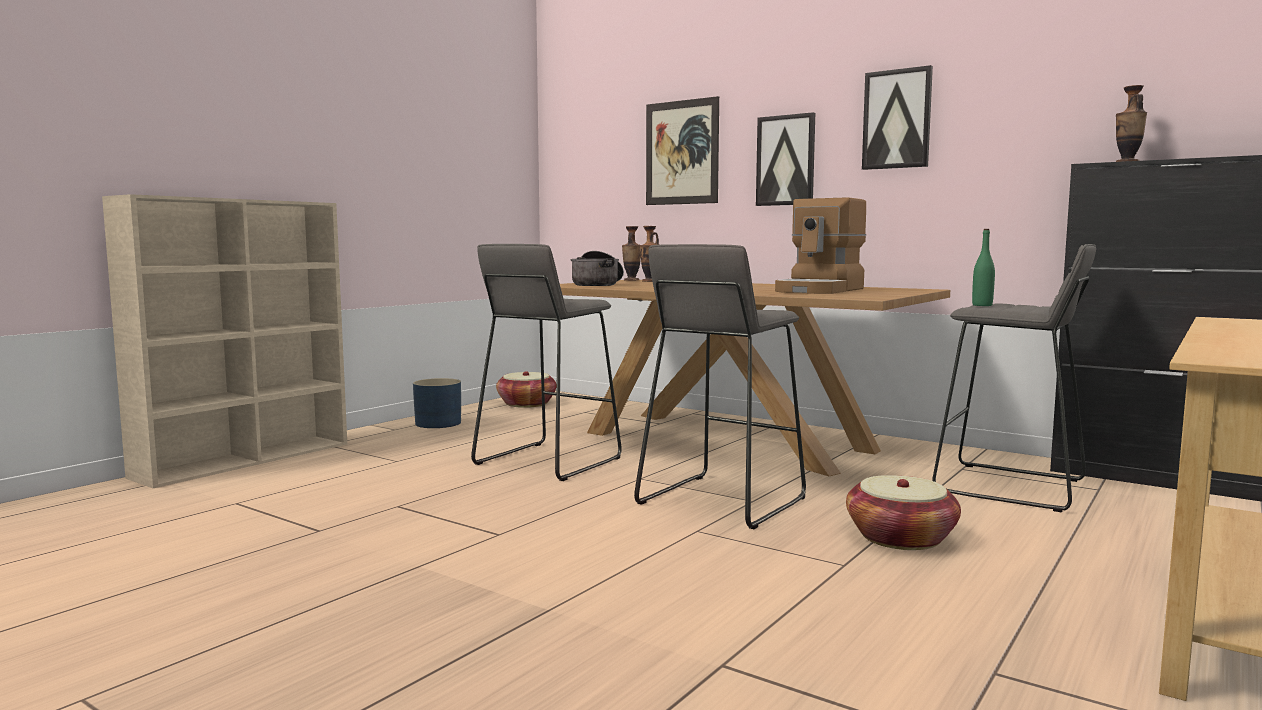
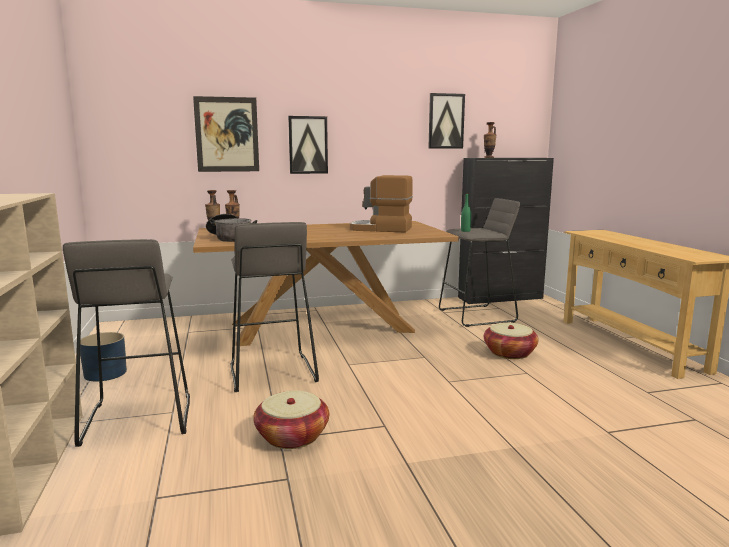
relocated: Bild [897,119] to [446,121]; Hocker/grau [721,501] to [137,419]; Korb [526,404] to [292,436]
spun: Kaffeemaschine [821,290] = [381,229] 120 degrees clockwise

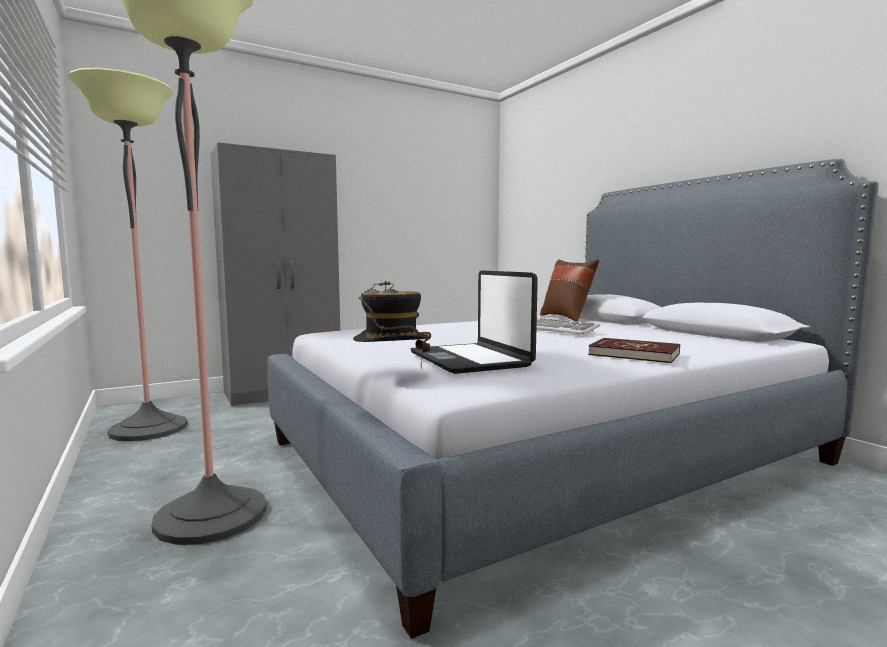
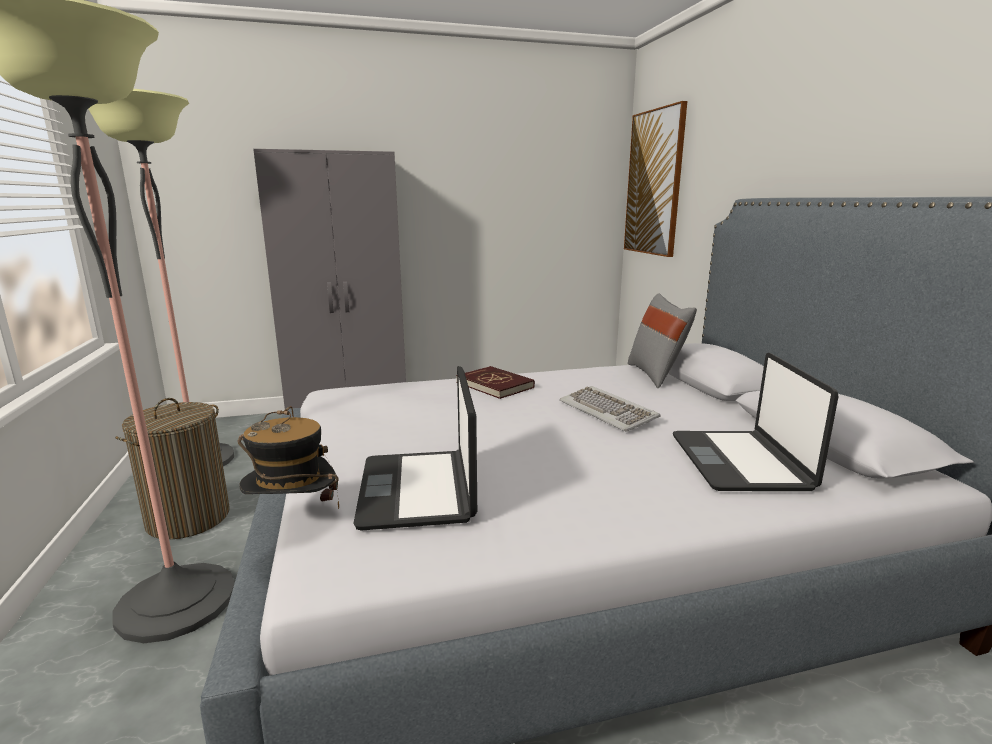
appeared: Bild [654,183]; Laptop [740,462]; Wäschekorb [188,518]
relocated: Buch/rot [634,354] to [495,385]
colour: Kissen/braun [567,318] to Kissen/grau [656,375]

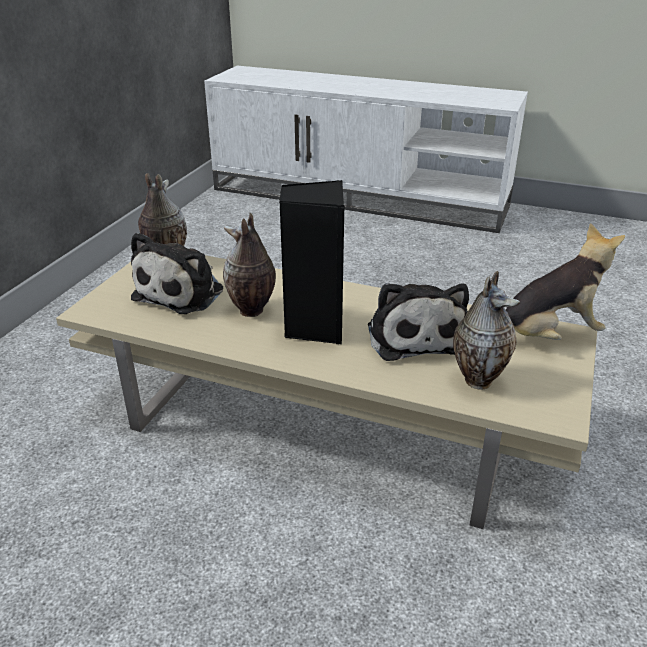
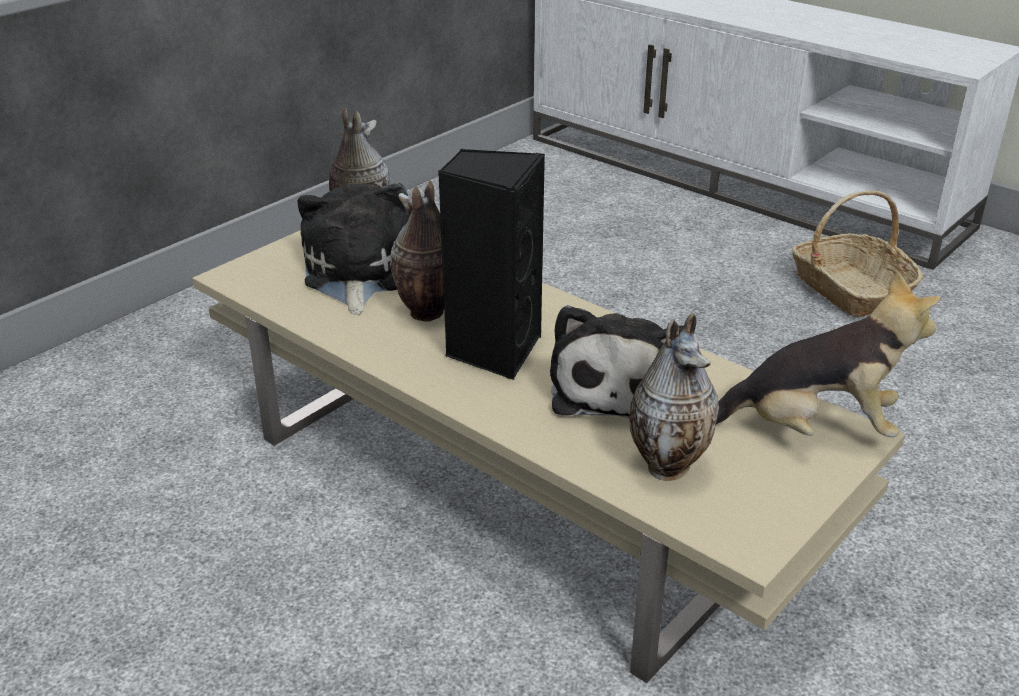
appeared: Korb [849,289]
spun: Plüschtier [183,292] = [356,273] 135 degrees clockwise

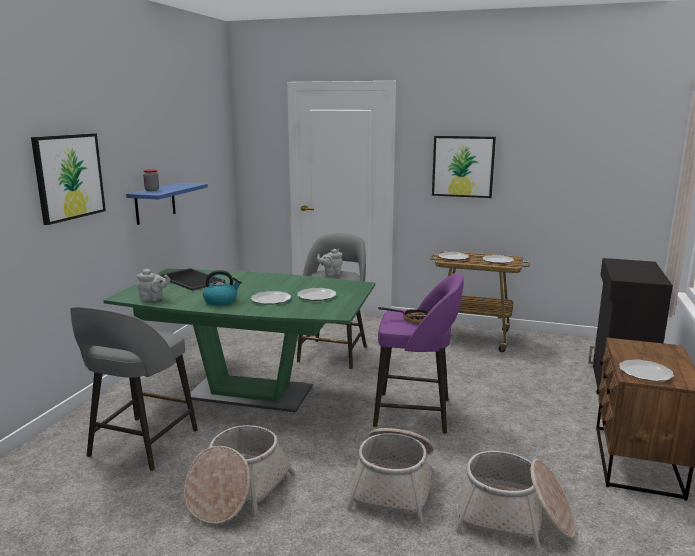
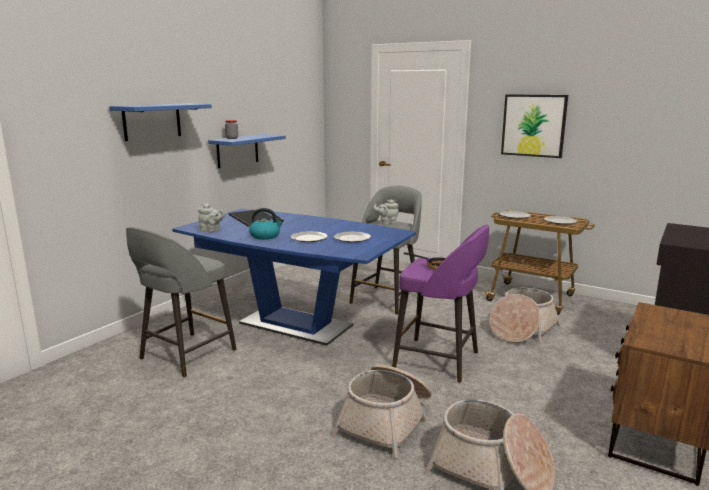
missing: Teller [645,372]
relocated: Korb [237,491] to [522,329]
exchanged: Bild [69,177] to Wandregal/blau [152,121]
colour: Esstisch/grün [250,393] to Esstisch/blau [296,325]

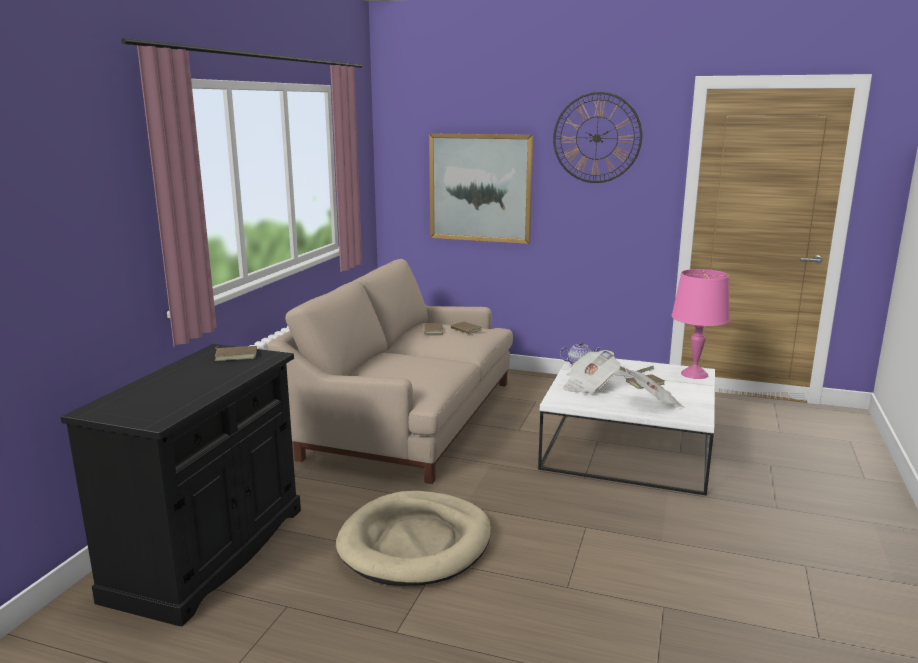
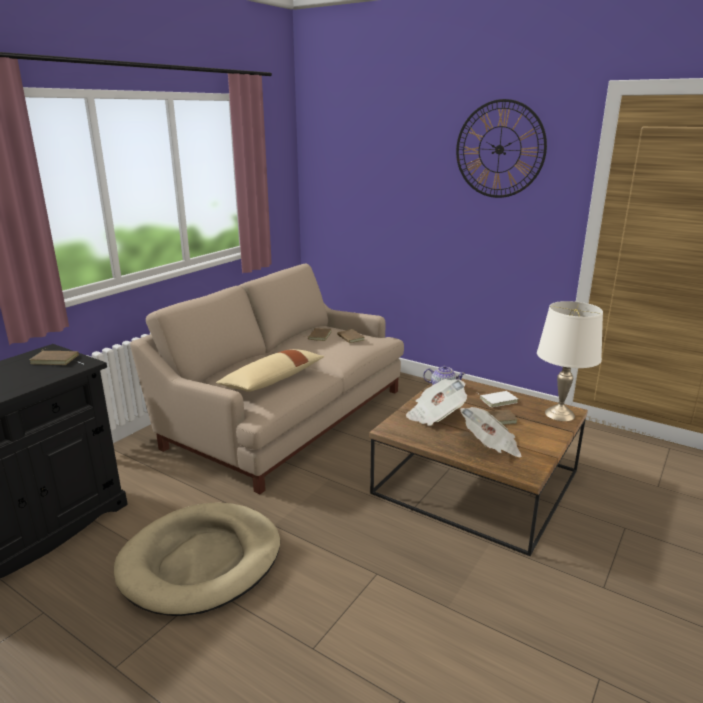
missing: Bild [480,188]
appeared: Kissen/beige [273,380]
colour: Tischlampe/rosa [694,374] to Tischlampe/weiß [559,414]; Couchtisch/weiß [626,447] to Couchtisch/braun [475,480]

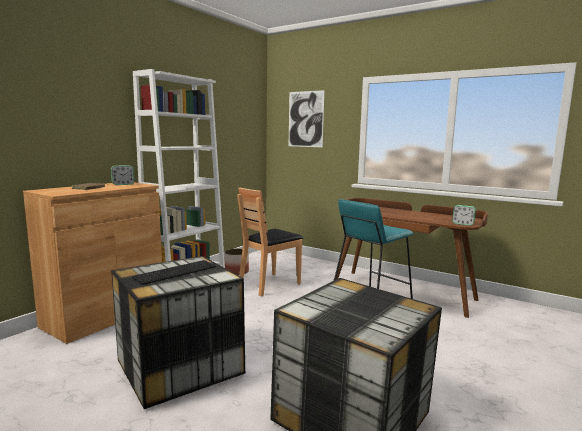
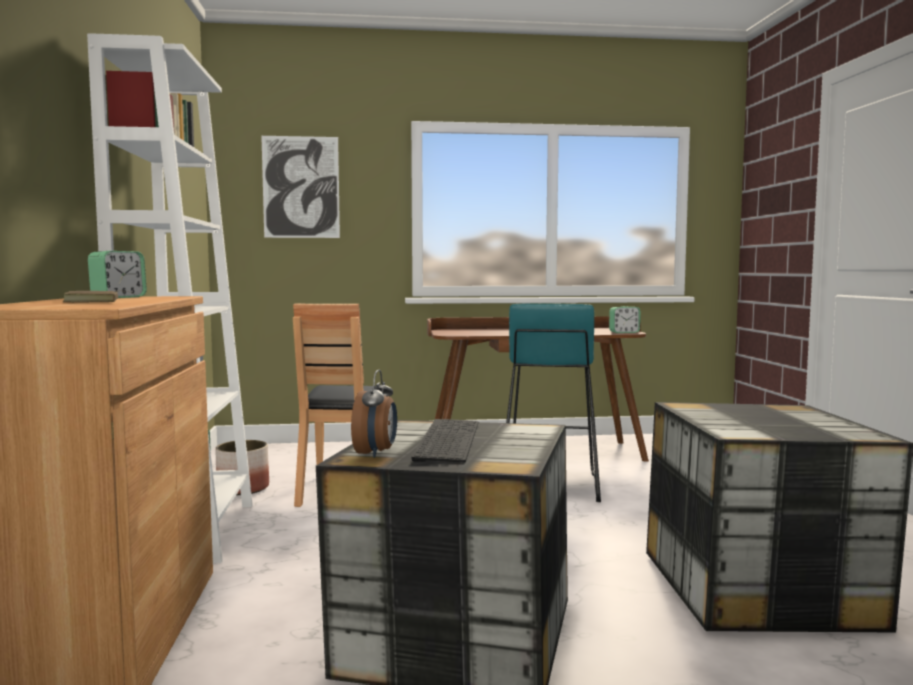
appeared: Wecker [376,453]

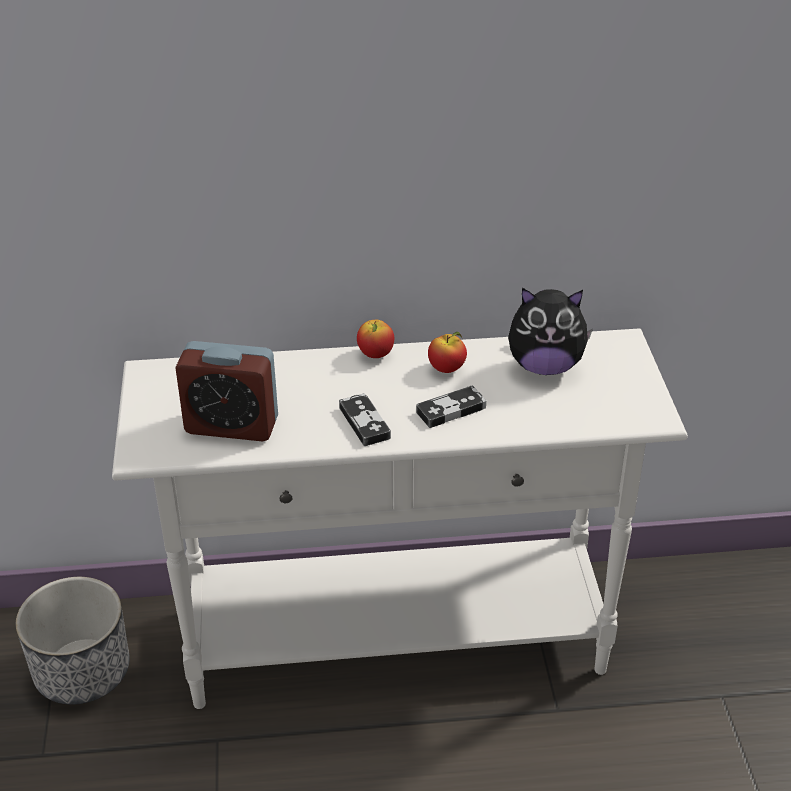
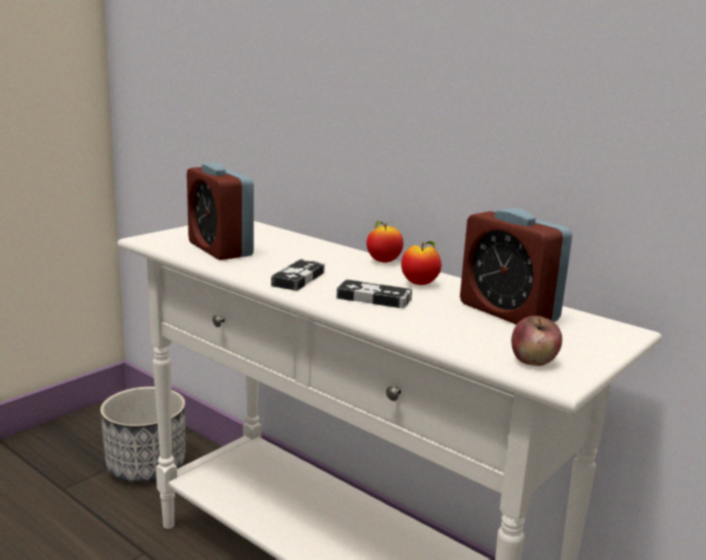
appeared: Apfel [533,361]
exchanged: Plüschtier [545,366] to Wecker [508,312]

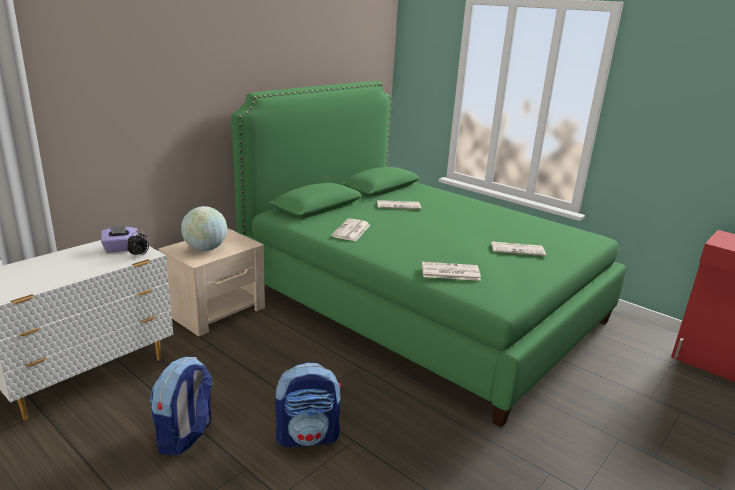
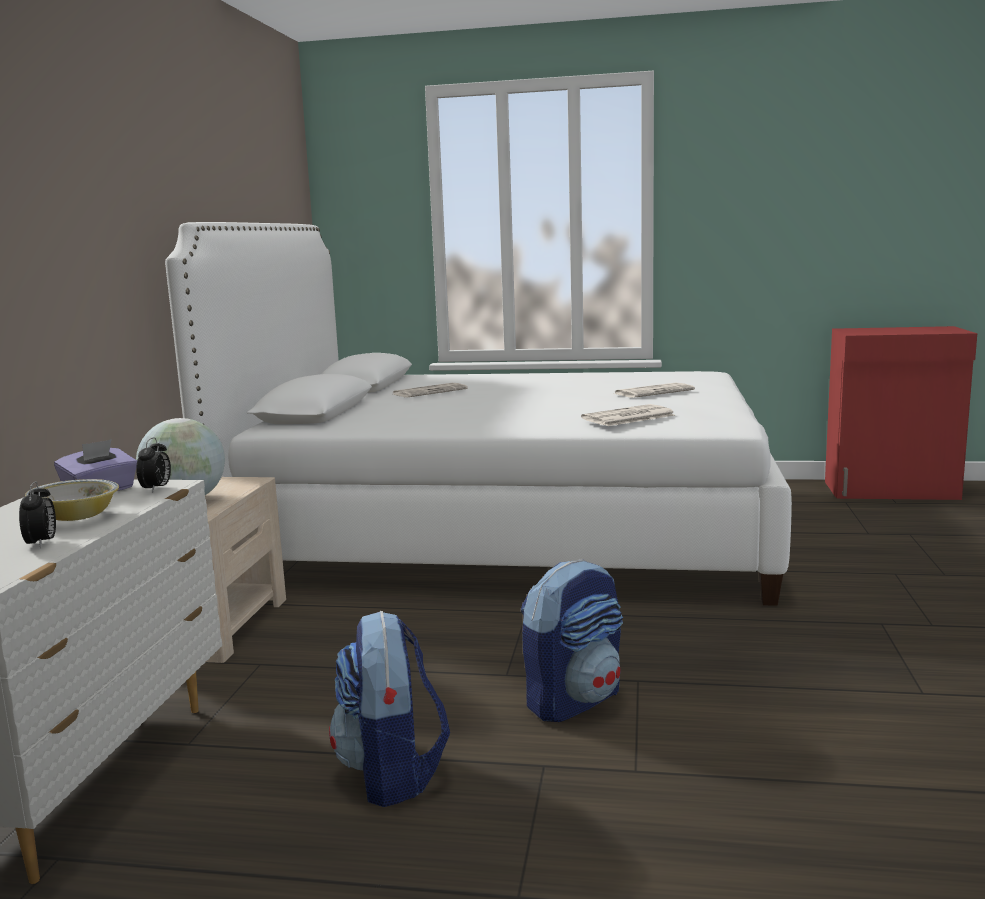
missing: Zeitung [351,231]
appeared: Schüssel [76,517]; Wecker [42,543]
colour: Bett/grün [419,304] to Bett/weiß [506,533]

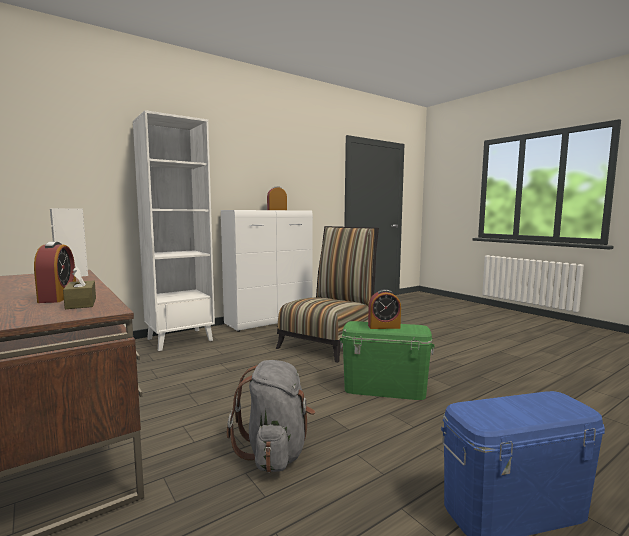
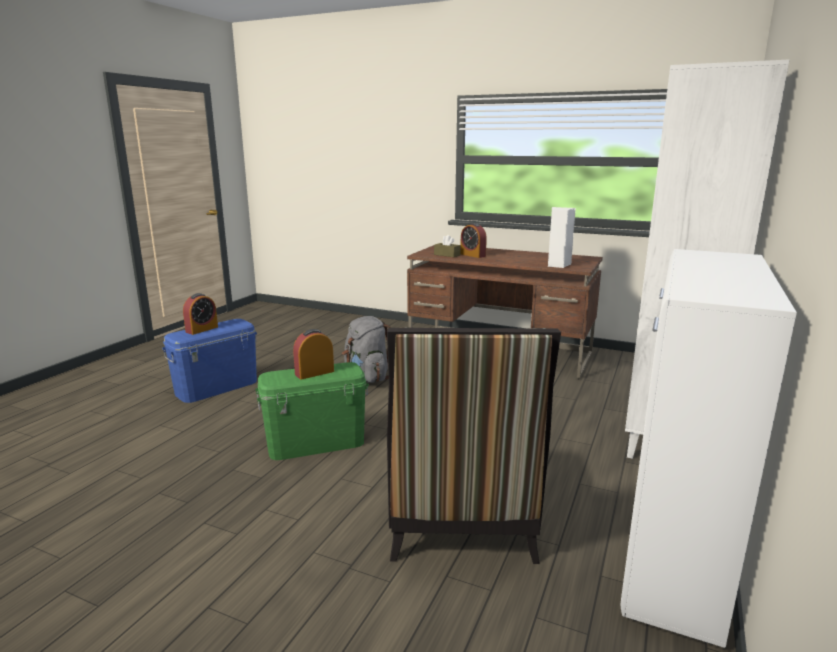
relocated: Wecker [277,210] to [202,329]

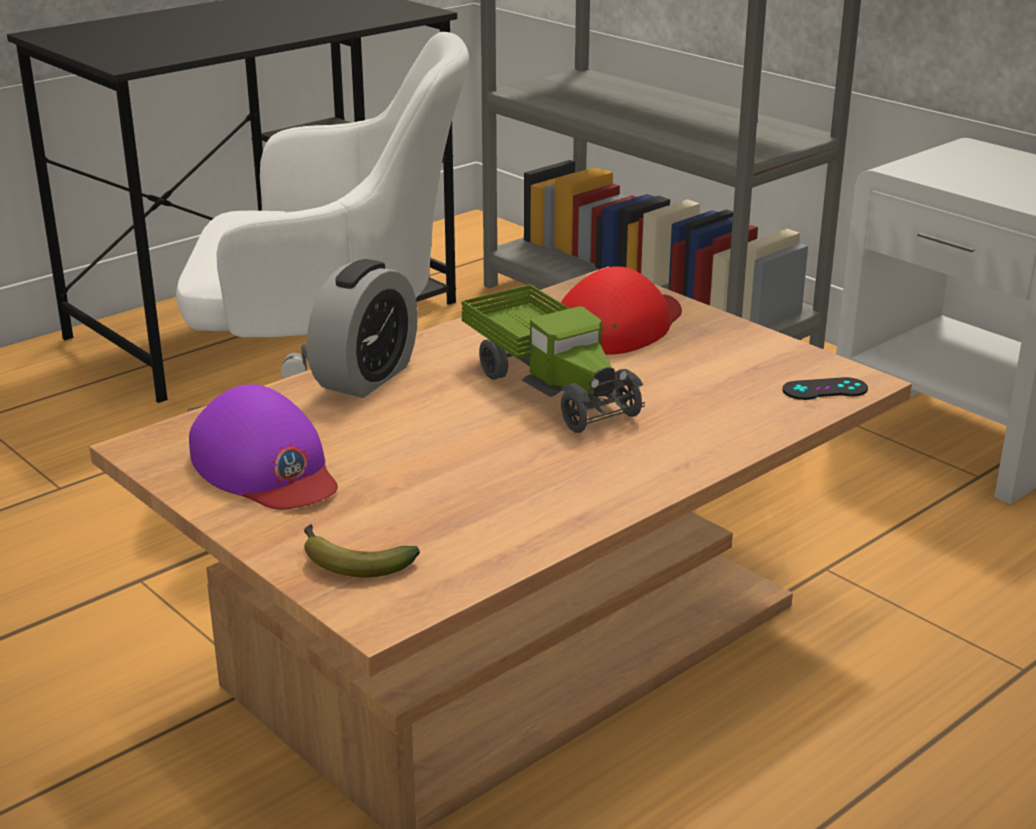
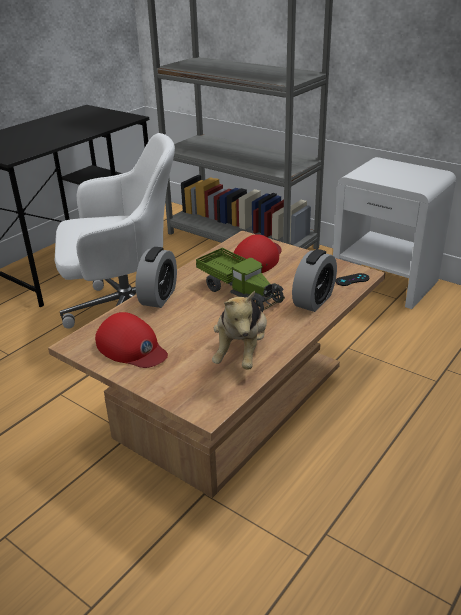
missing: Banane [350,561]
appeared: Wecker [313,301]; Plüschtier [241,352]
colour: Kappe/lila [266,467] to Kappe/rot [132,348]

